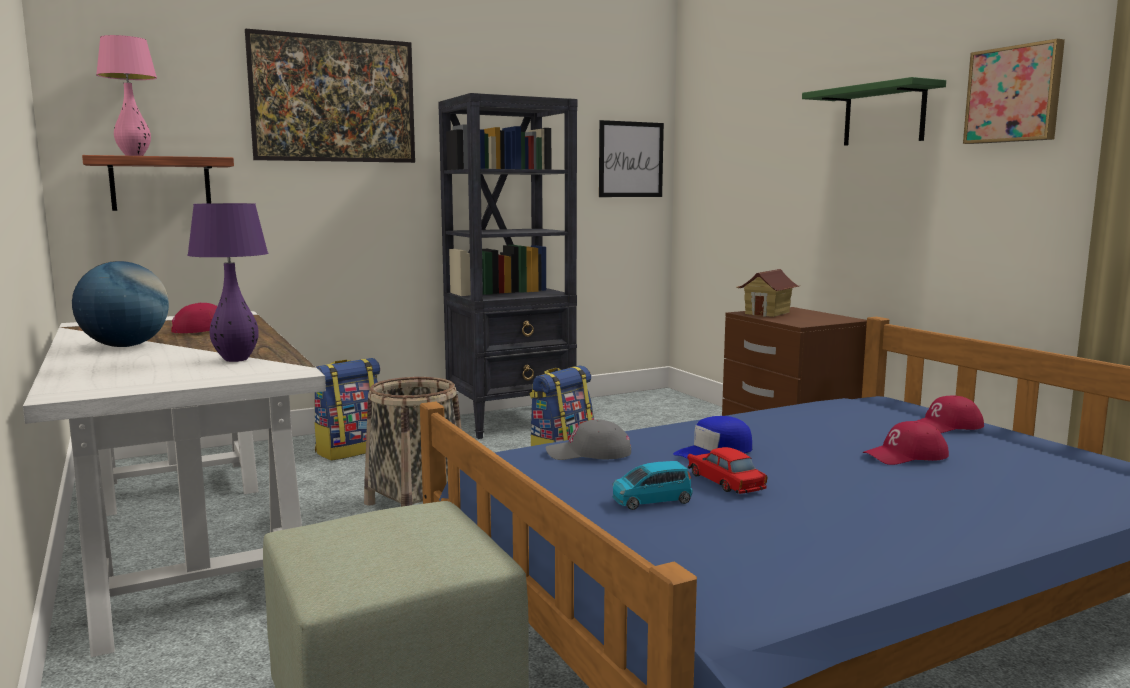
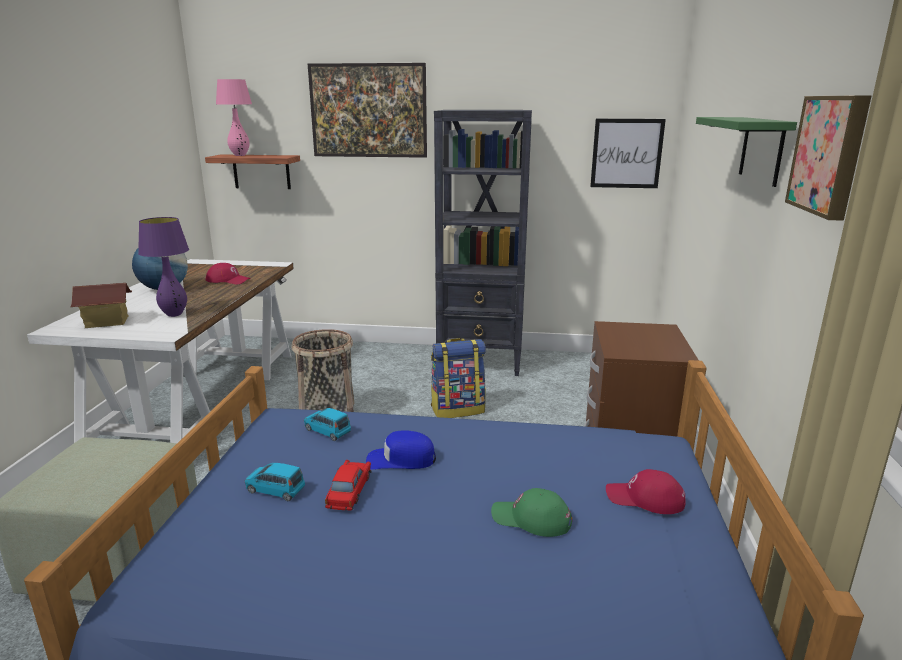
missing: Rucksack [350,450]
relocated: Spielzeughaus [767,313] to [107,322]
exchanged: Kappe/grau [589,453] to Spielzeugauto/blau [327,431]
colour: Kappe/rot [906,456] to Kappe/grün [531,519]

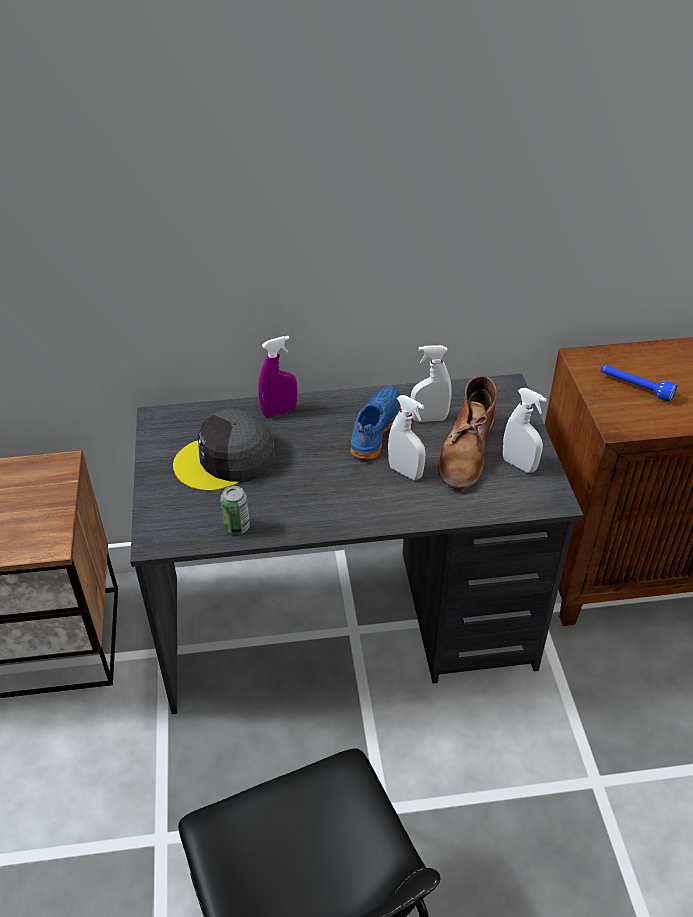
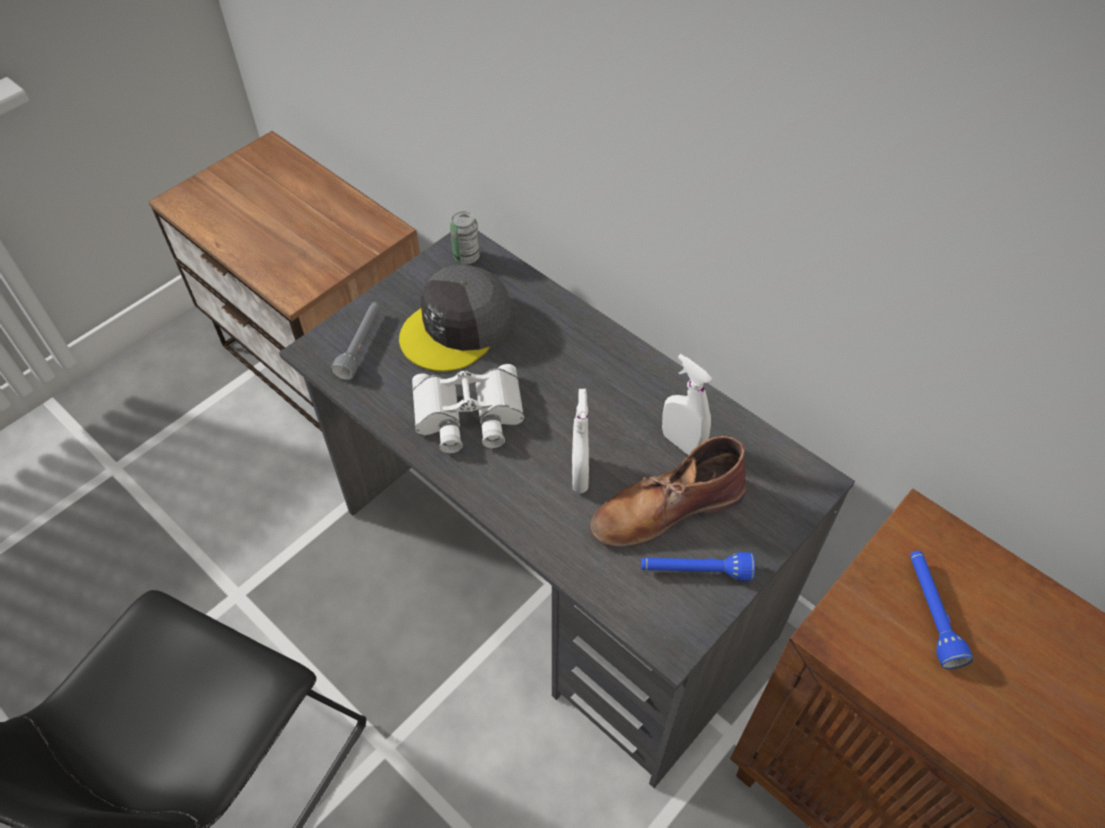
missing: Sprühflasche/lila [279,411]; Schuh/blau [373,430]
appeared: Taschenlampe/grau [361,345]; Fernglas/weiß [468,415]
relocated: Dose [237,527] to [466,257]
exchanged: Sprühflasche/weiß [519,464] to Taschenlampe/blau [695,571]
spun: Kappe/grau [226,460] = [458,327] 75 degrees counterclockwise

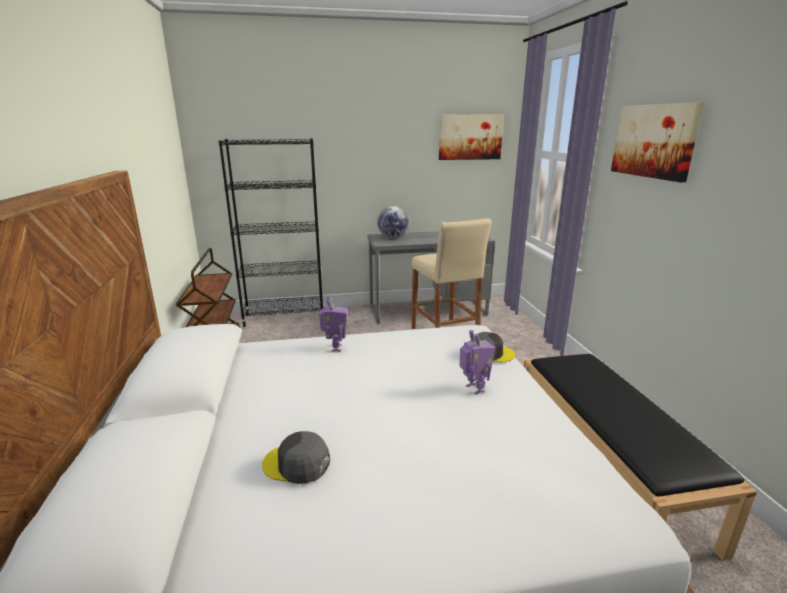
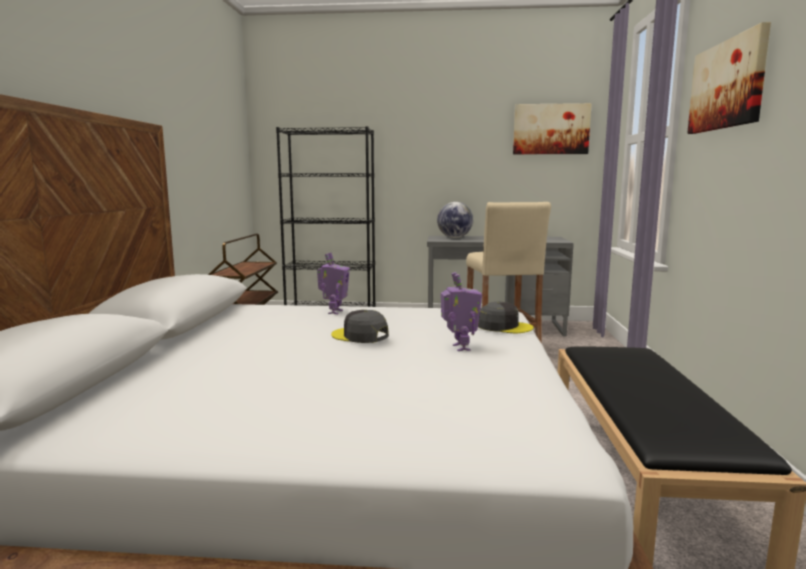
relocated: Kappe/grau [297,464] to [360,336]

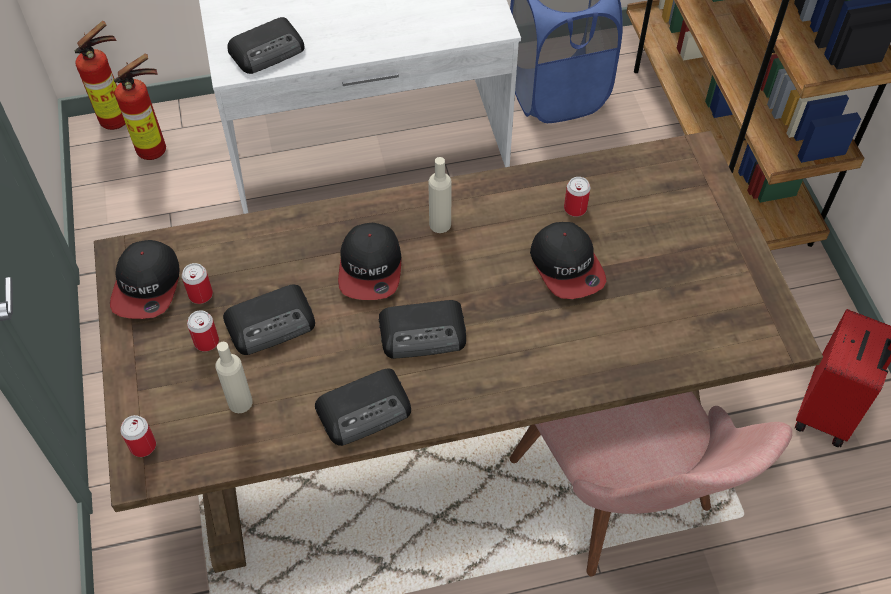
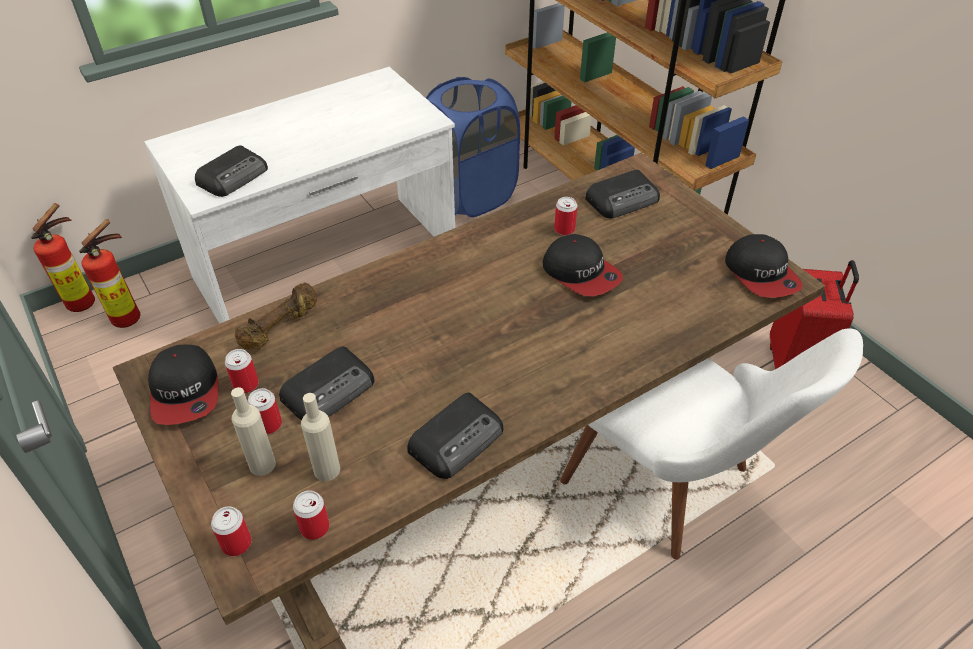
appeared: Hantel/braun [280,327]; Dose [315,527]
relocated: Flasche/beige [440,224] to [262,464]; Kappe [371,268] to [761,274]; Radio [424,333] to [623,199]
colour: Stuhl/rosa [626,503] to Stuhl/weiß [676,487]

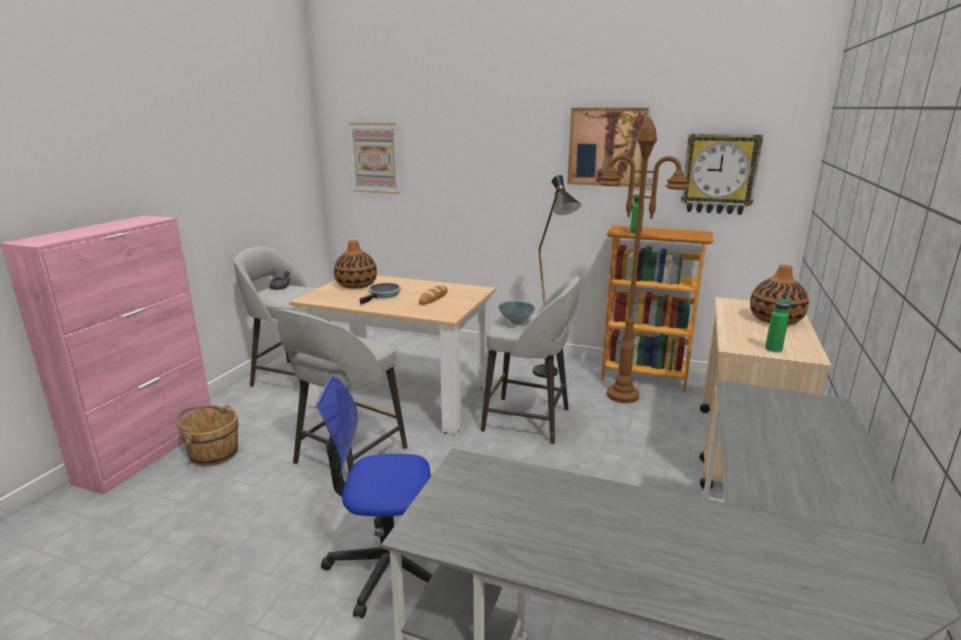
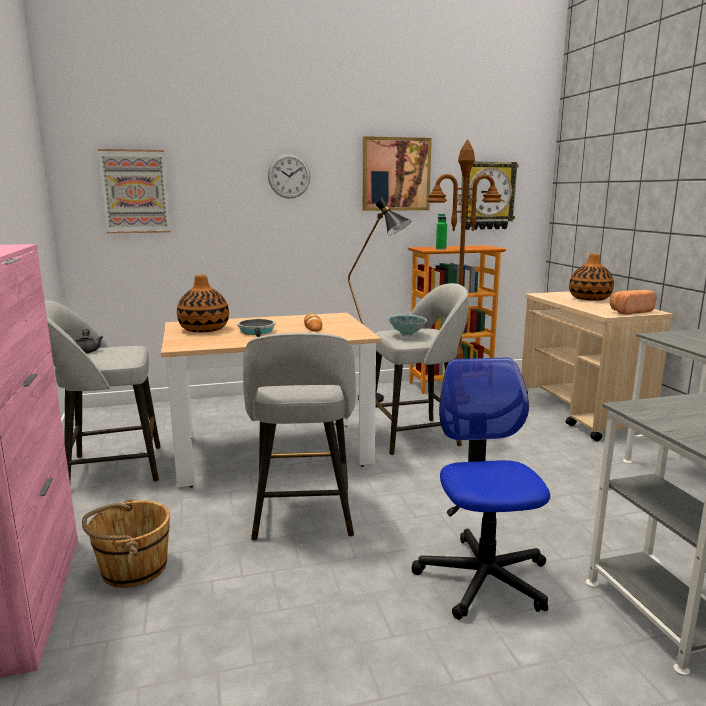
appeared: Wanduhr [289,176]
exchanged: Flasche/grün [773,349] to Brot [629,312]
spun: Bürostuhl [386,566] = [483,578] 120 degrees clockwise

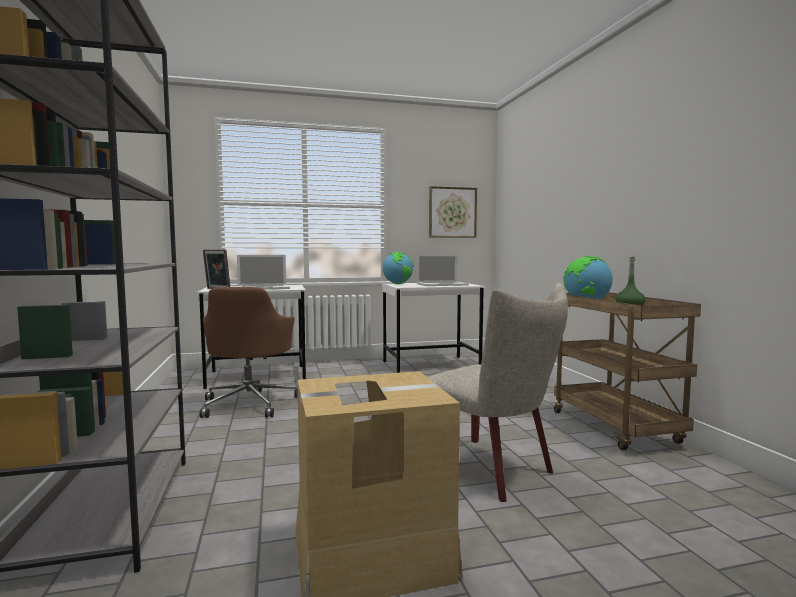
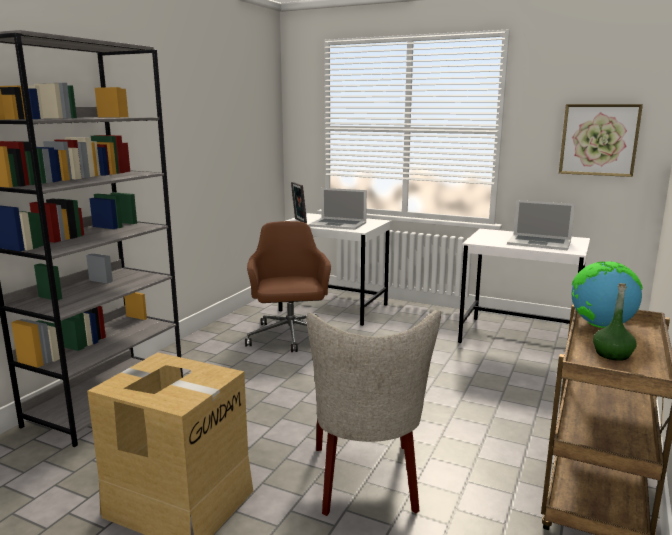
missing: Globus [398,284]
spun: Bürostuhl/braun [250,403] = [290,337] 135 degrees clockwise

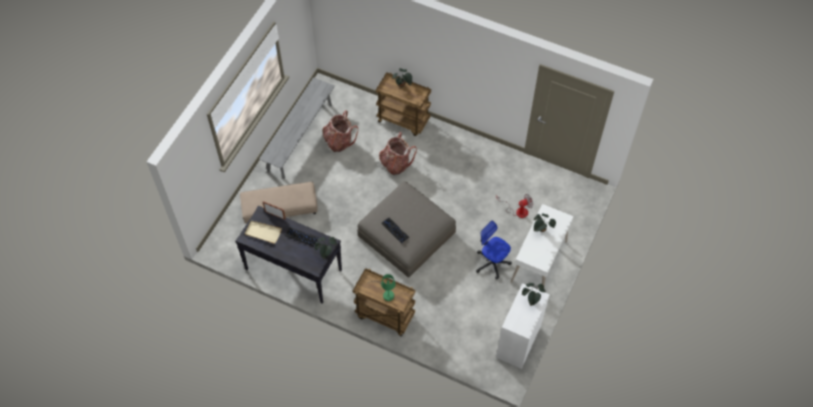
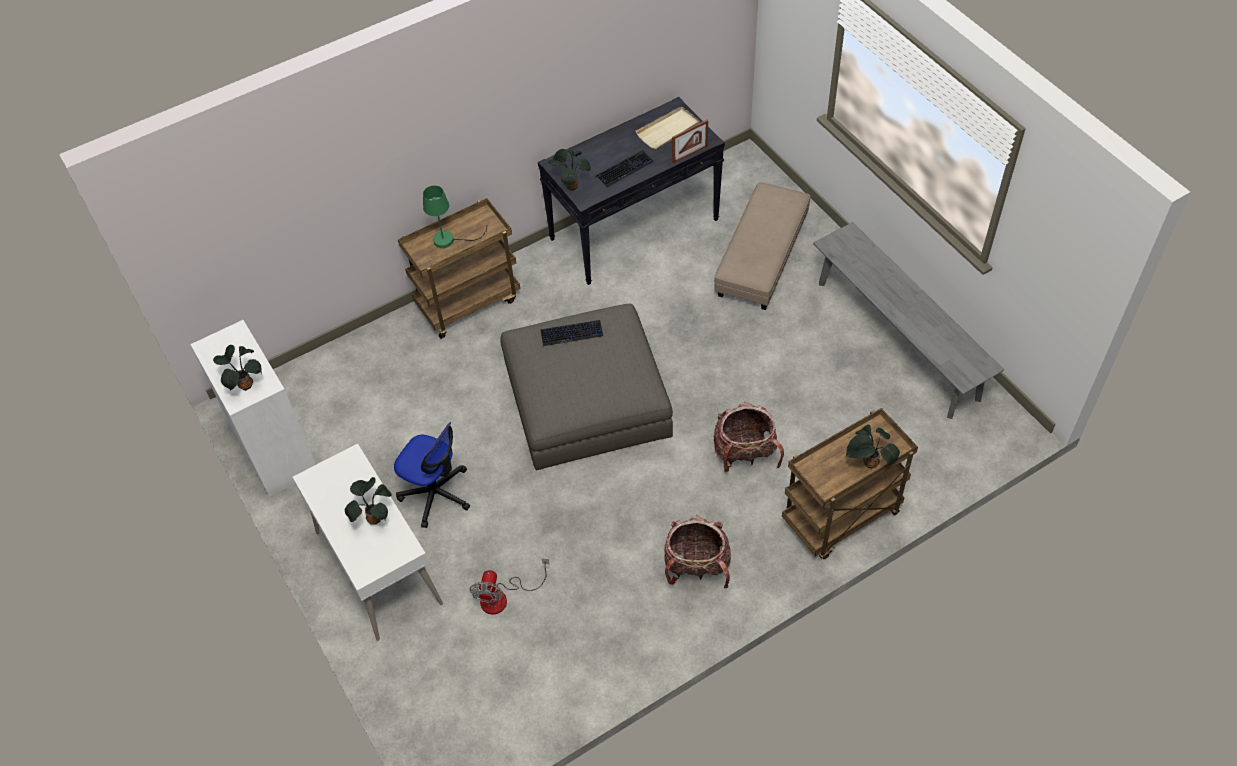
relocated: Rucksack [339,141] to [696,567]
spun: Bürostuhl [492,262] = [436,494] 45 degrees clockwise

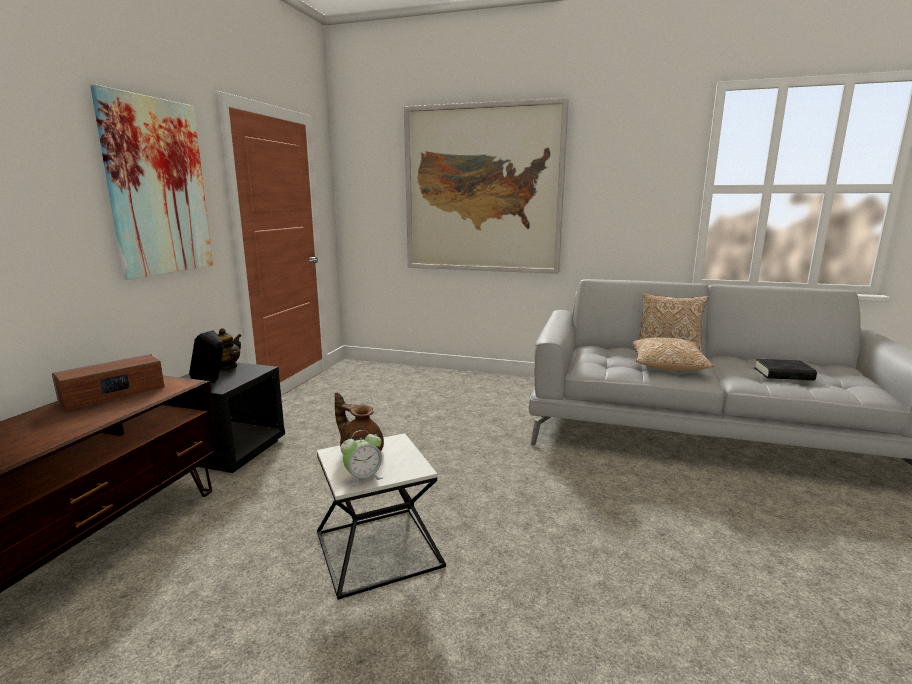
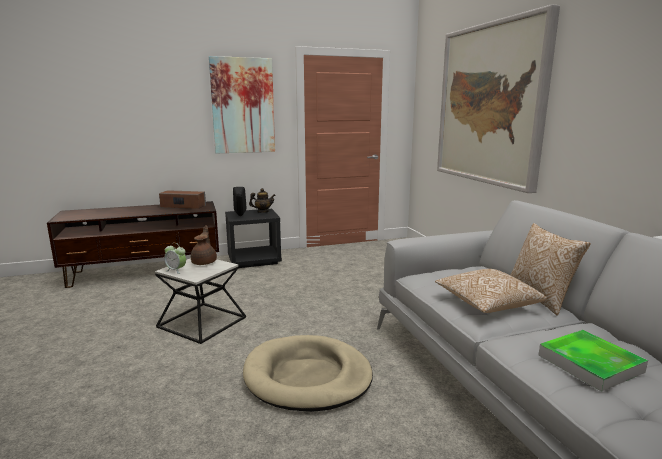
appeared: Hundebett/beige [307,377]
exchanged: Buch/schwarz [783,374] to Tablett [590,363]

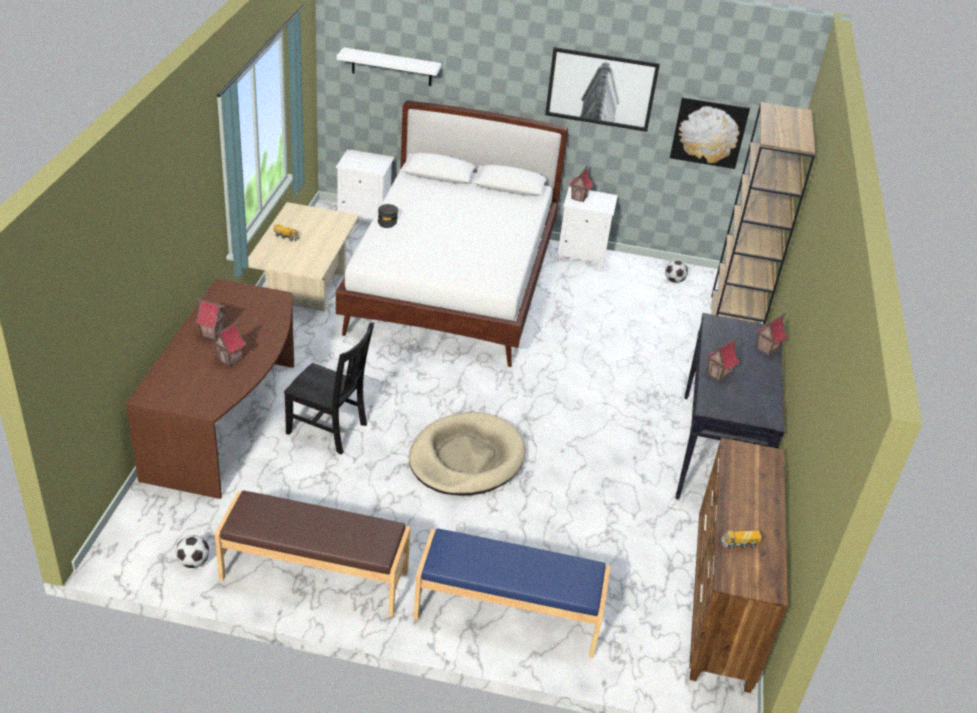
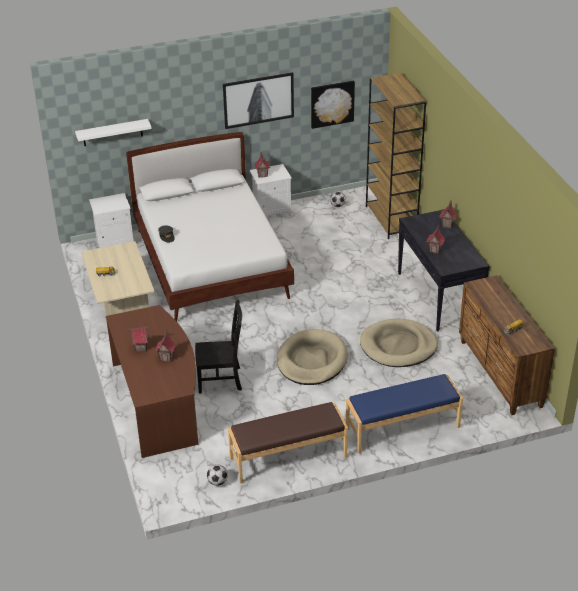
appeared: Hundebett/beige [398,346]

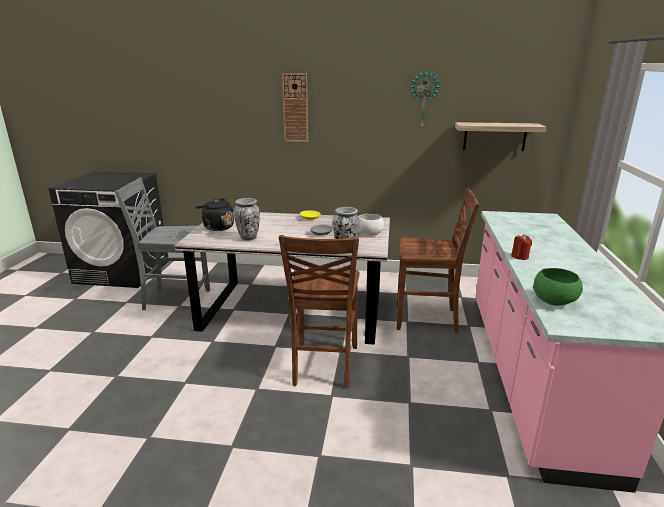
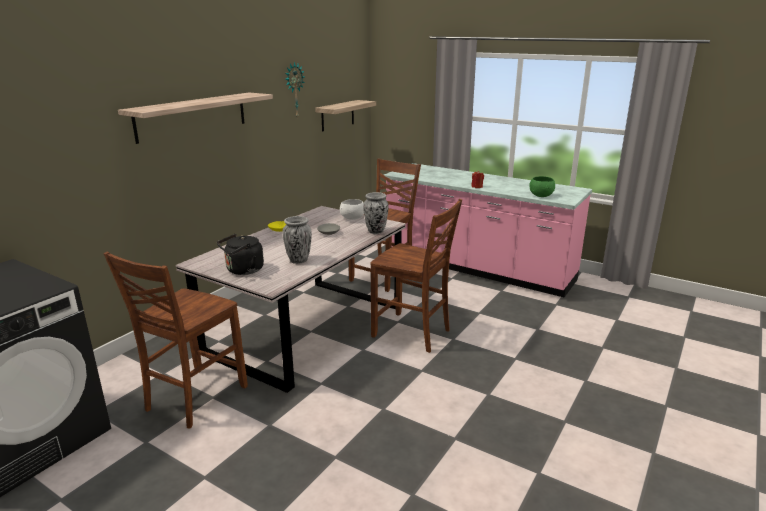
exchanged: Wanduhr [295,108] to Wandregal [192,116]
colour: Stuhl/grau [175,300] to Stuhl/braun [194,398]

